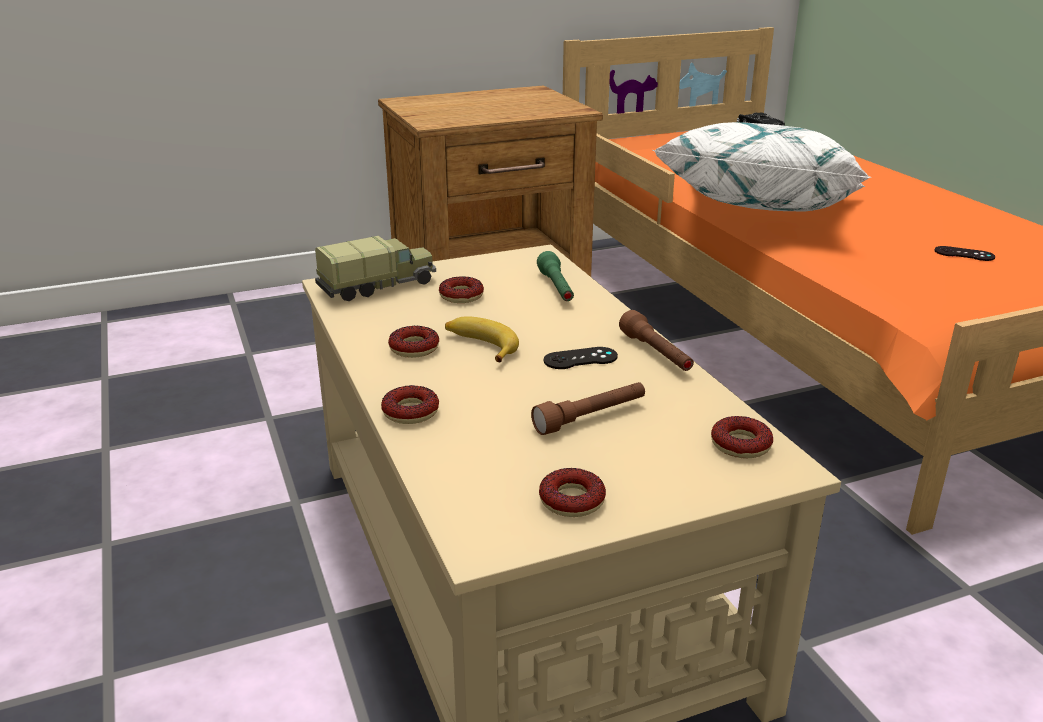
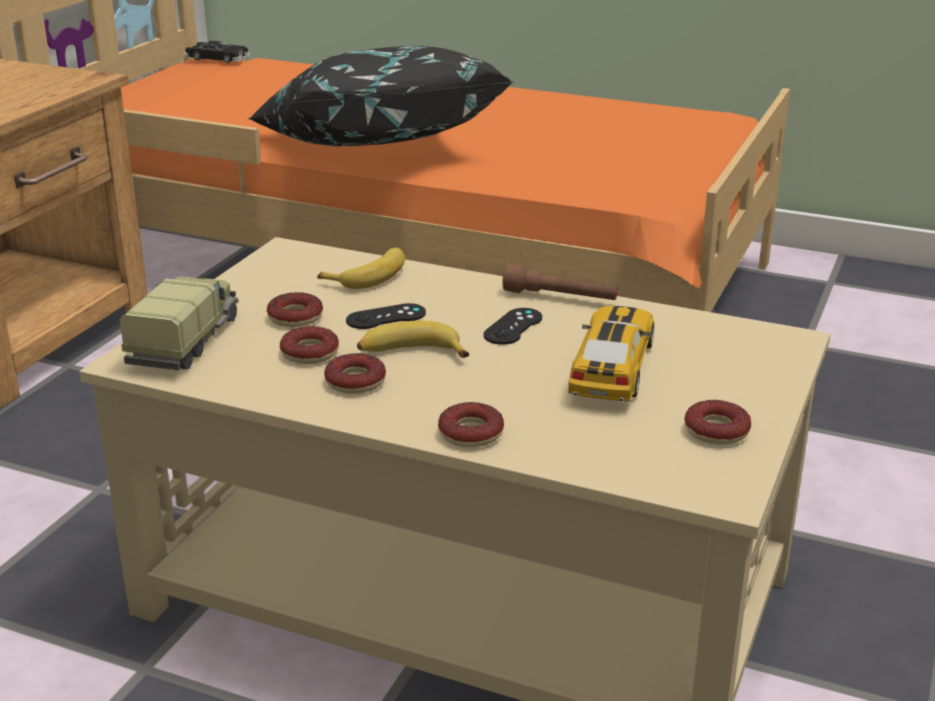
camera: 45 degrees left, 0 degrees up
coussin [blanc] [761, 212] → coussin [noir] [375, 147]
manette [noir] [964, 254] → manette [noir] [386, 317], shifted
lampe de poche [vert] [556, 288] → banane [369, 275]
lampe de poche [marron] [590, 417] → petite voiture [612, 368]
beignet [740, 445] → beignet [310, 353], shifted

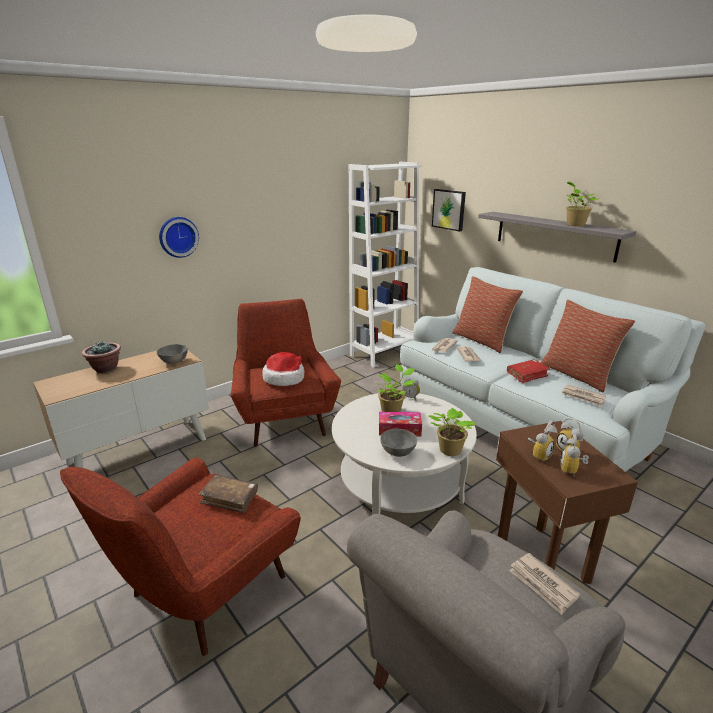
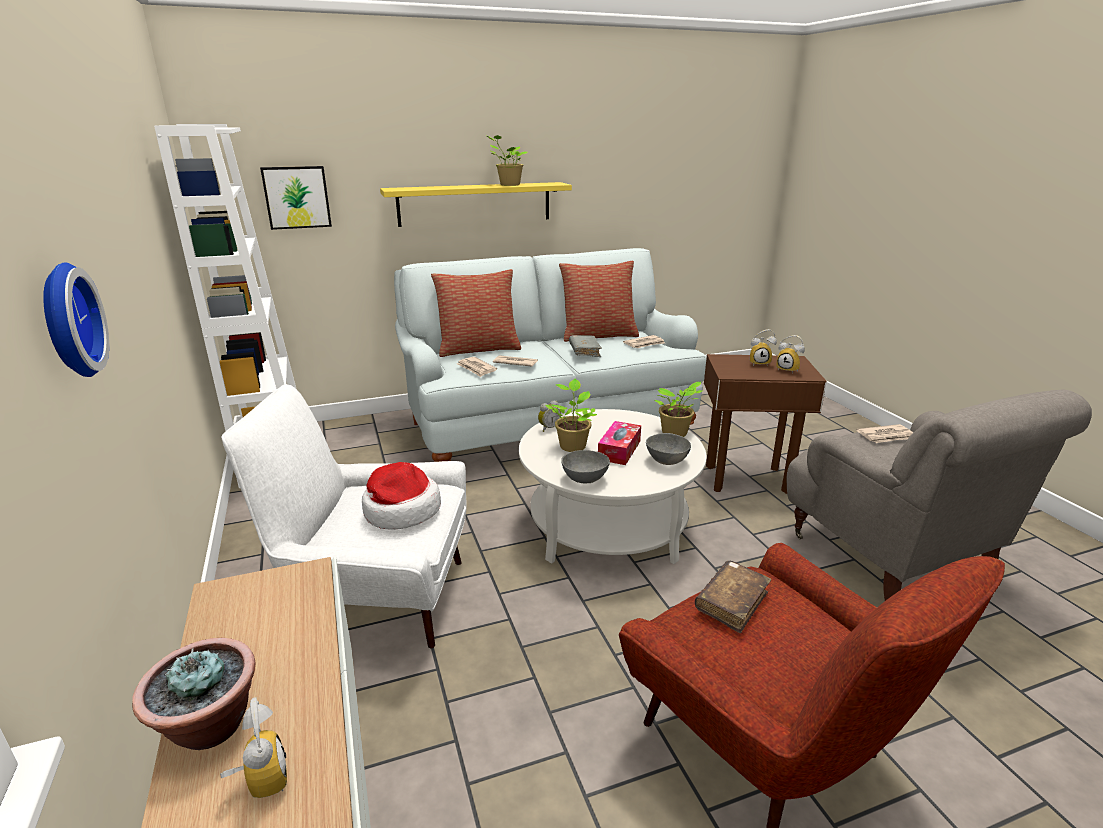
camera: 70 degrees left, 0 degrees up
étagère [gris] [554, 235] → étagère [jaune] [475, 204]
fauteuil [rouge] [284, 419] → fauteuil [blanc] [376, 597]
bol [gris] [173, 362] → bol [gris] [585, 479], shifted
livre [rouge] [527, 375] → livre [gris] [584, 351]
réveil [539, 454] → réveil [260, 781], shifted

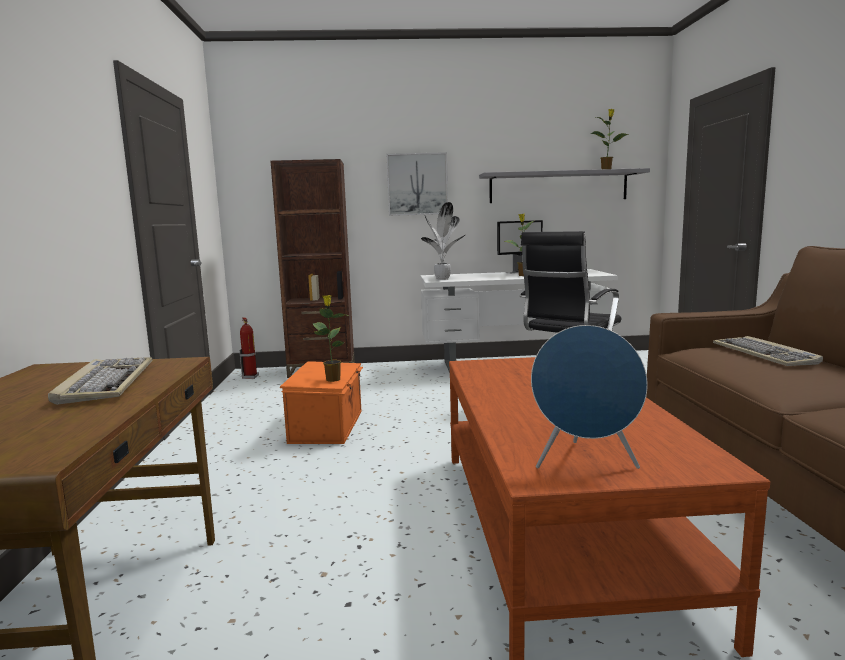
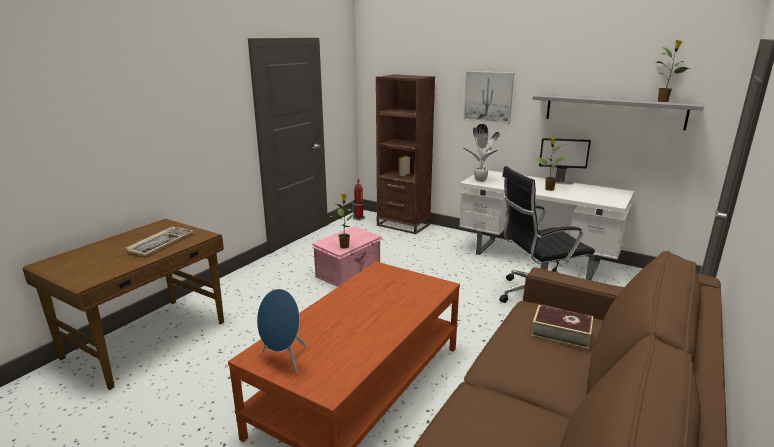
camera: 35 degrees right, 10 degrees up
clavier [765, 355] → livre [561, 333]
boîte de rangement [orange] [328, 426] → boîte de rangement [rose] [349, 272]

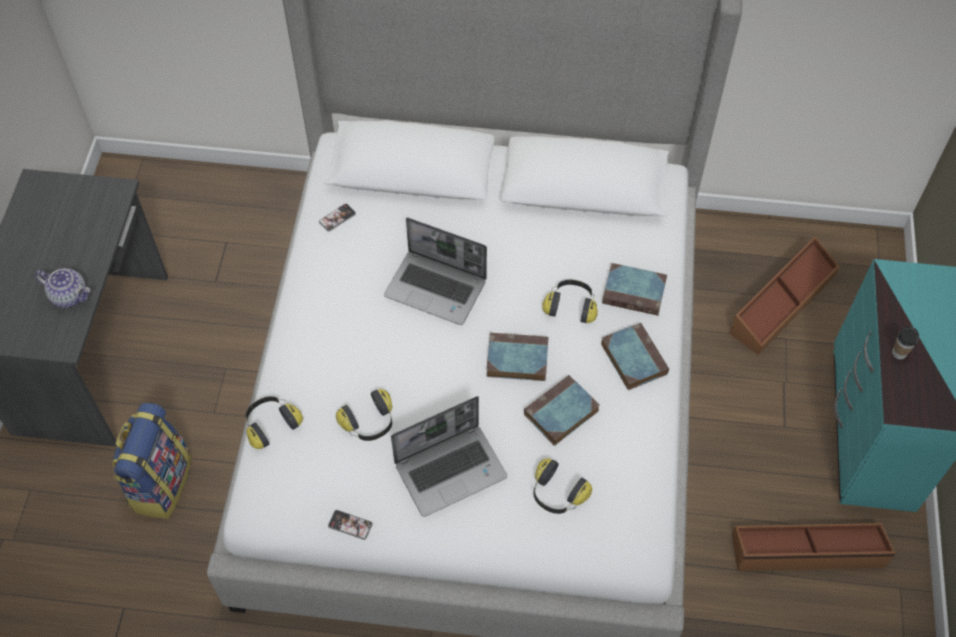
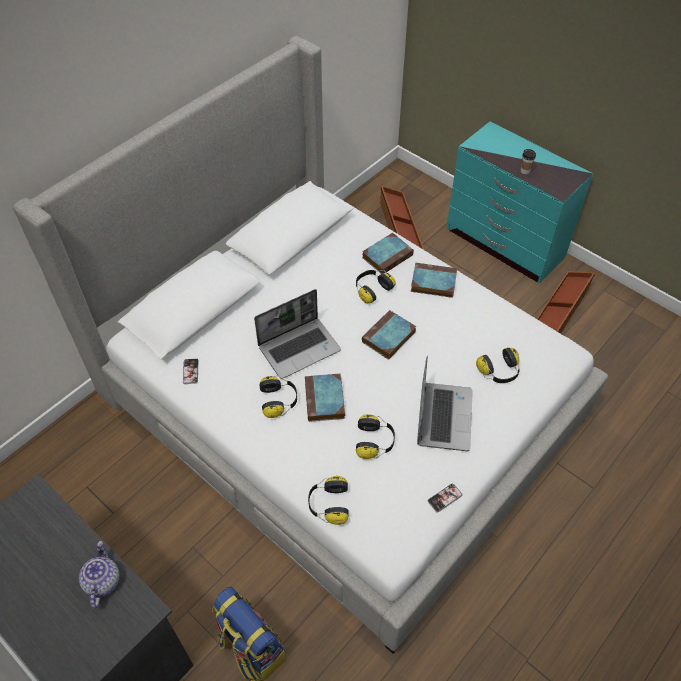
camera: 55 degrees left, 5 degrees down
théière [70, 295] → théière [102, 581], 60 degrees counterclockwise
livre [560, 414] → livre [325, 401], shifted
- → casque audio [279, 401]

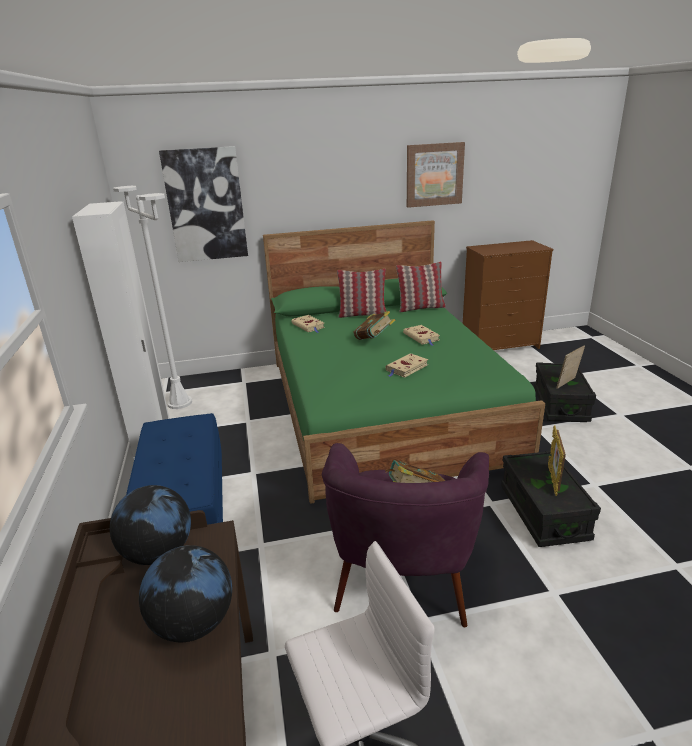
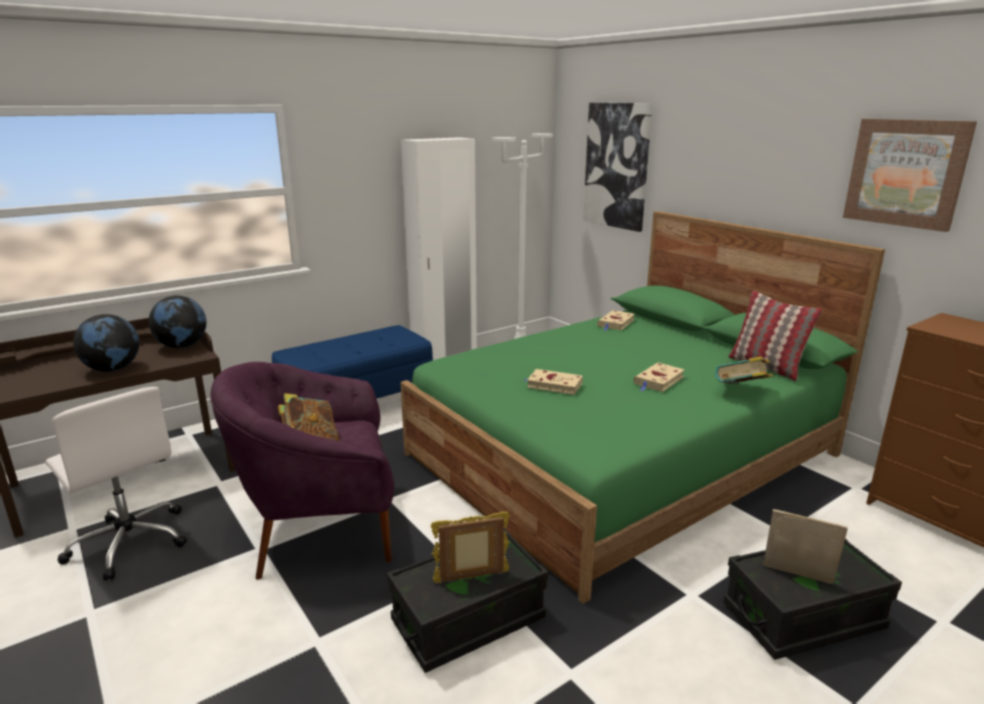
camera: 65 degrees right, 5 degrees down
coussin [362, 314] → -
livre [374, 340] → livre [741, 392], shifted

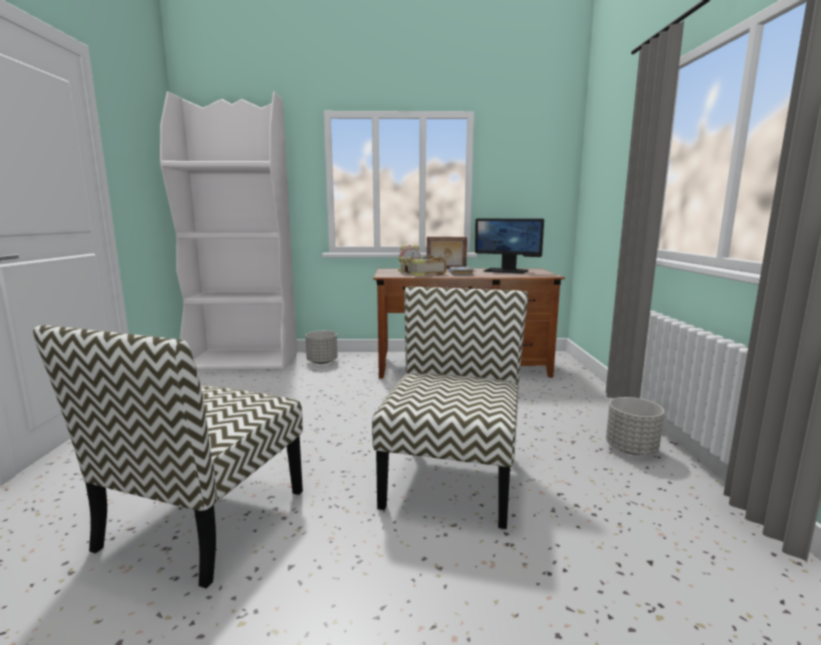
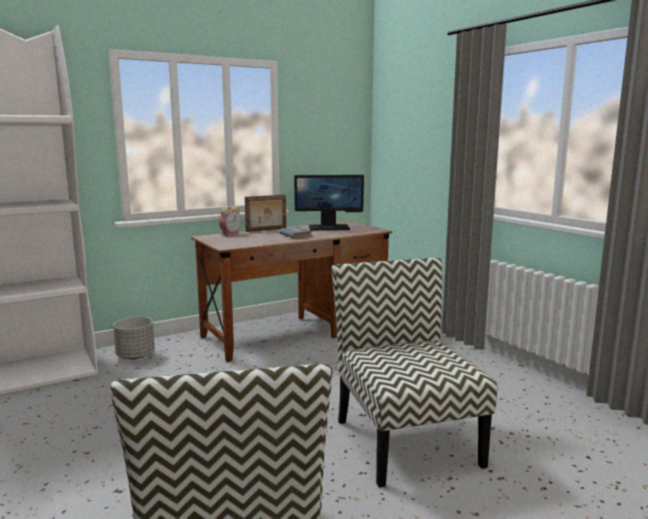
camera: 30 degrees left, 0 degrees up
livre [421, 273] → -
cache-pot [gris] [630, 449] → -

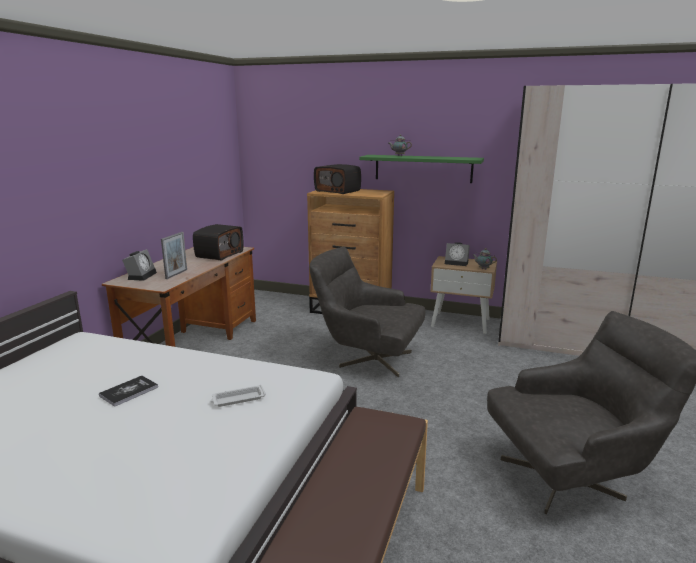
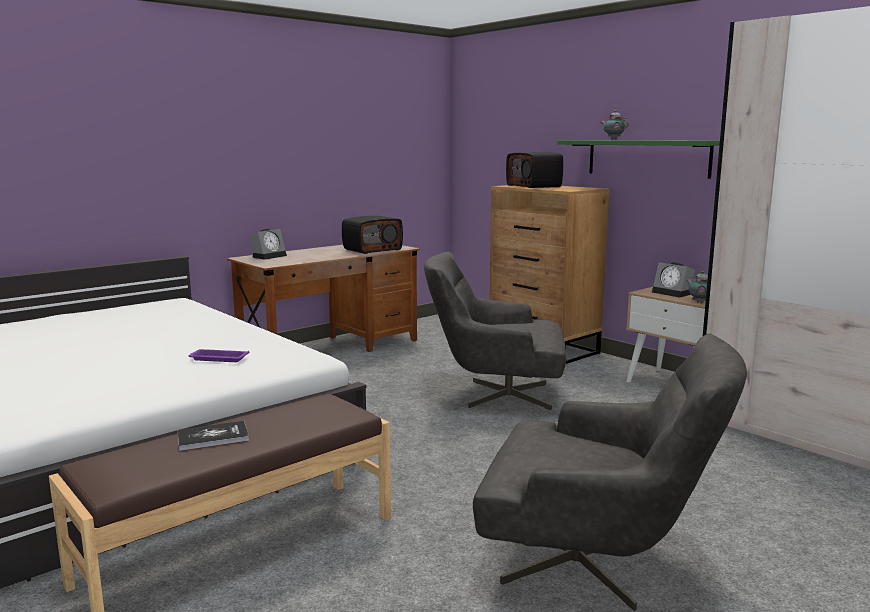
camera: 30 degrees right, 5 degrees down
cadre photo [176, 274] → -
fauteuil [gris] [366, 358] → fauteuil [gris] [495, 395], 45 degrees counterclockwise
livre [129, 391] → livre [213, 437], shifted
plateau [blanc] [237, 399] → plateau [violet] [218, 359]

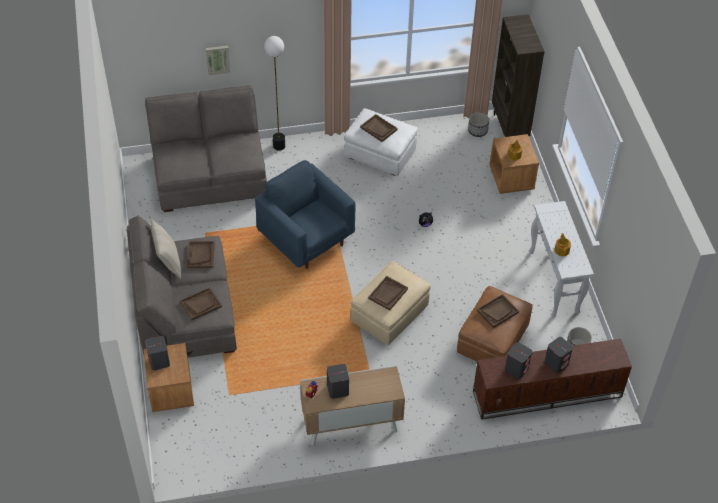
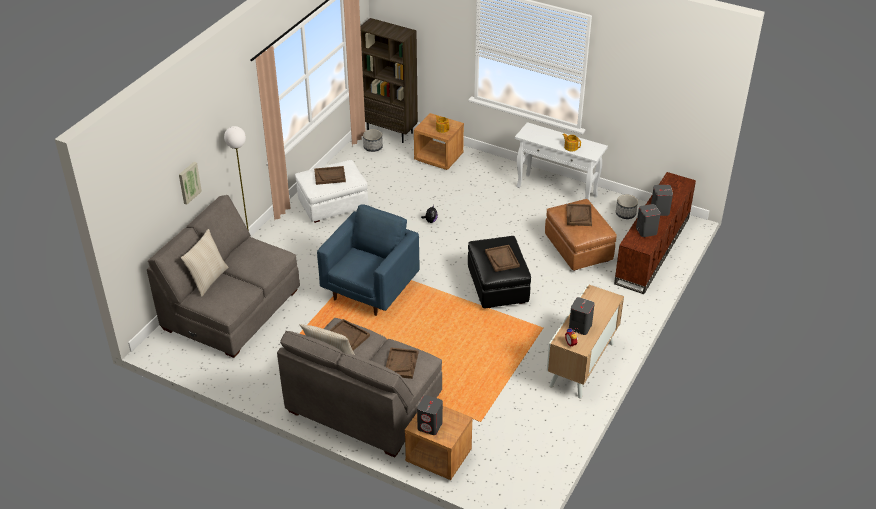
camera: 50 degrees left, 10 degrees down
fauteuil [bleu] [307, 240] → fauteuil [bleu] [370, 290], 120 degrees clockwise
pouf [beige] [390, 315] → pouf [noir] [498, 287]
- → coussin [beige] [208, 279]

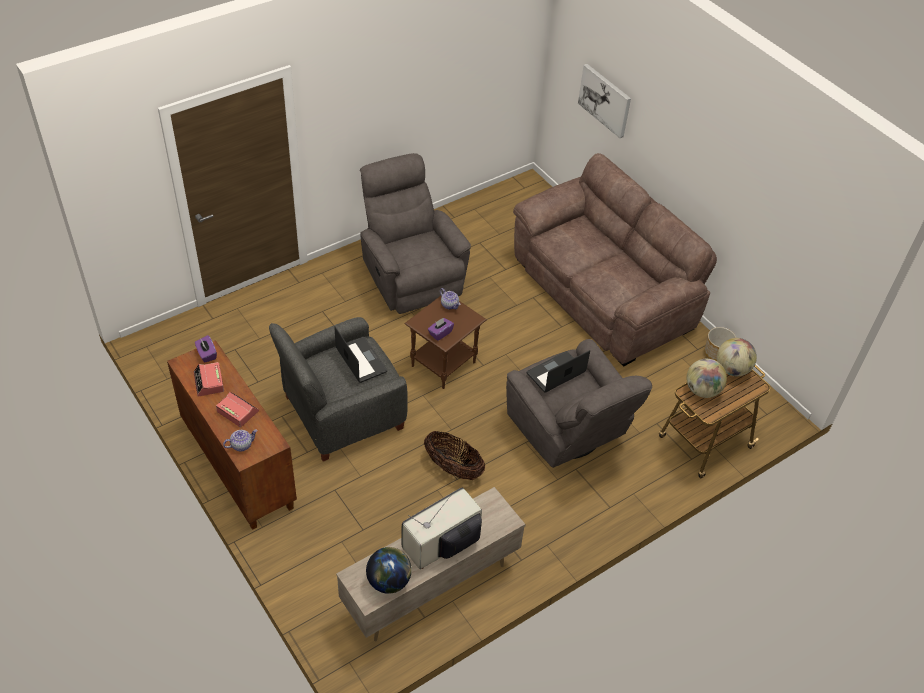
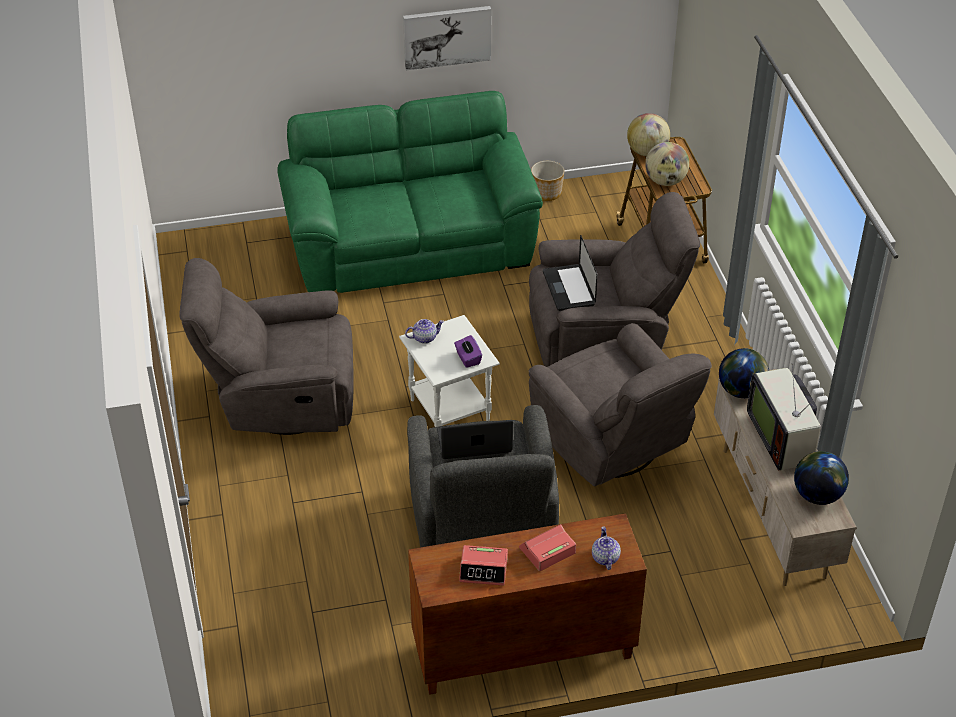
camera: 65 degrees left, 5 degrees down
tableau [605, 100] → tableau [447, 36], shifted
canapé [marron] [604, 292] → canapé [vert] [409, 243]
table d'appoint [marron] [444, 364] → table d'appoint [blanc] [449, 410]
boîte à mouchoirs [violet] [206, 354] → -
panier [453, 468] → fauteuil [gris] [612, 447]
- → globe [741, 391]

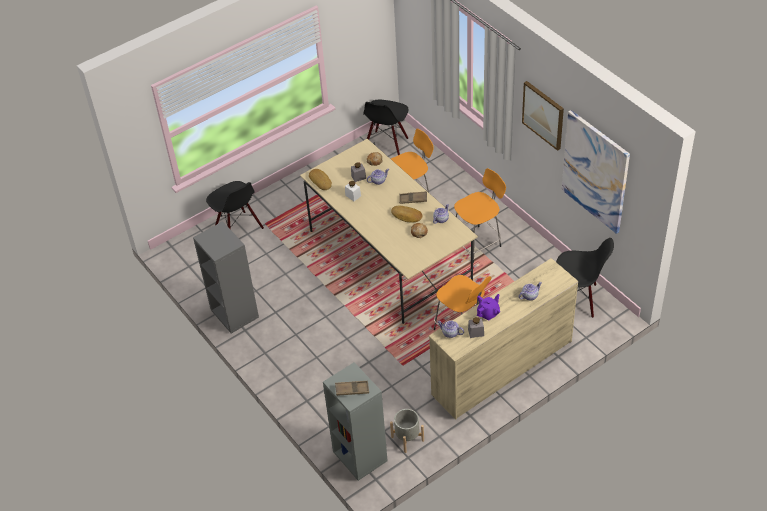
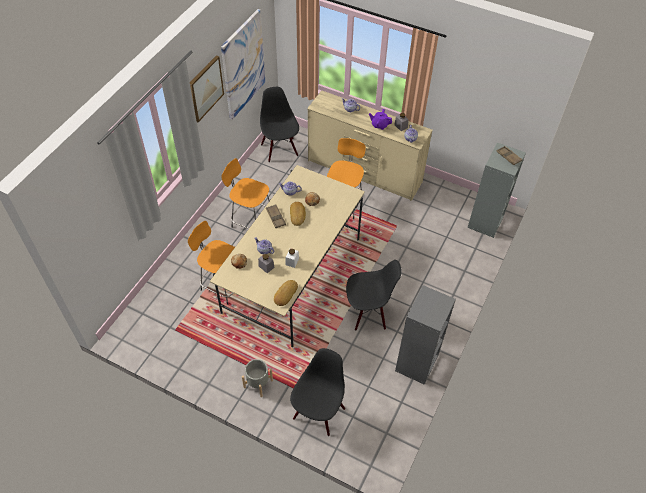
camera: 120 degrees left, 5 degrees up
chaise [noir] [386, 144] → chaise [noir] [368, 313], shifted
cache-pot [gris] [407, 439] → cache-pot [gris] [258, 383], shifted

